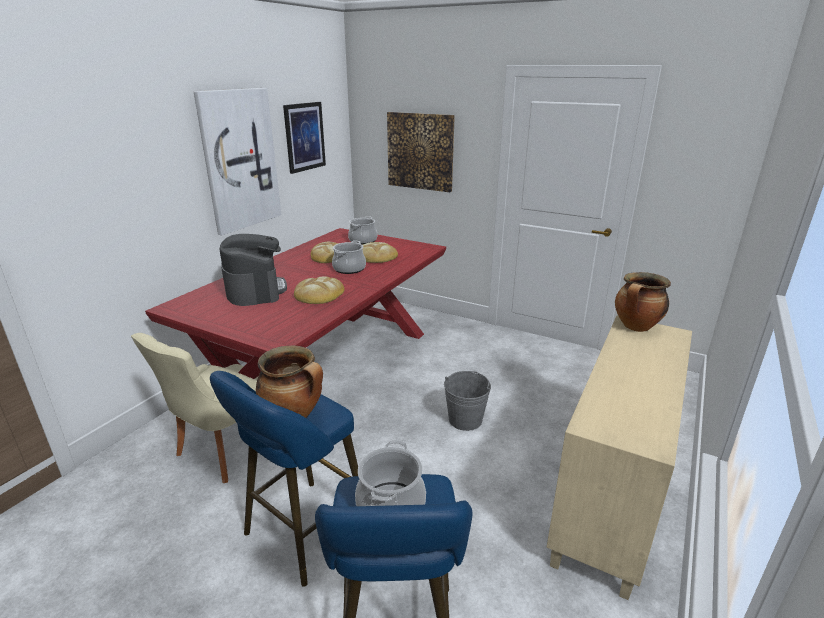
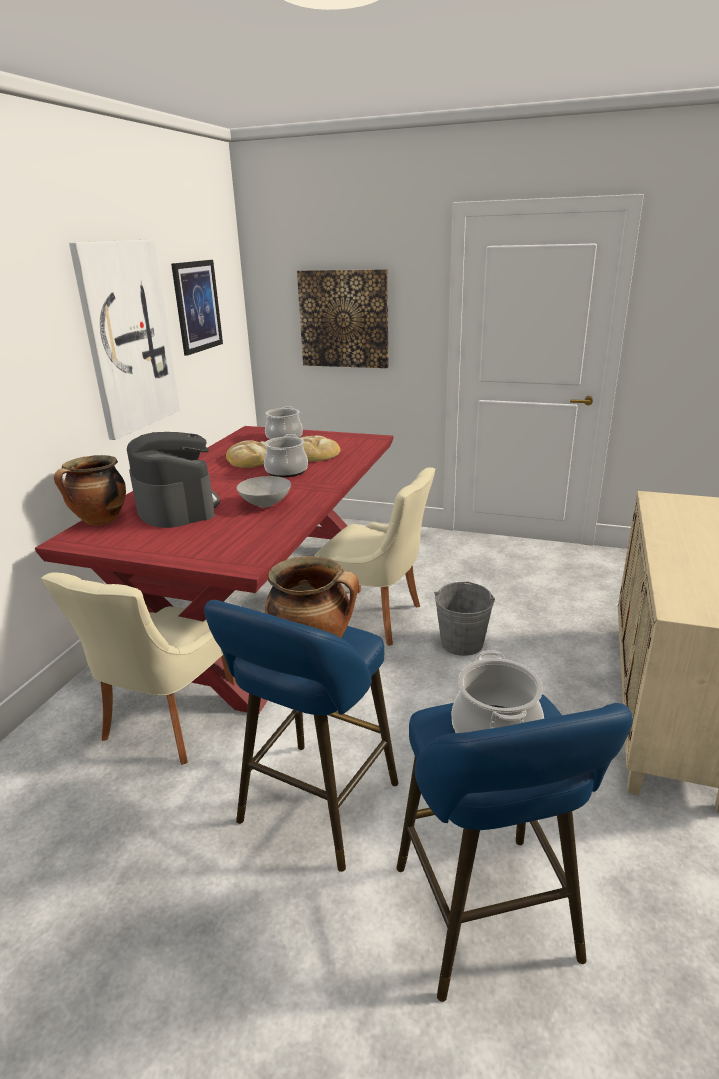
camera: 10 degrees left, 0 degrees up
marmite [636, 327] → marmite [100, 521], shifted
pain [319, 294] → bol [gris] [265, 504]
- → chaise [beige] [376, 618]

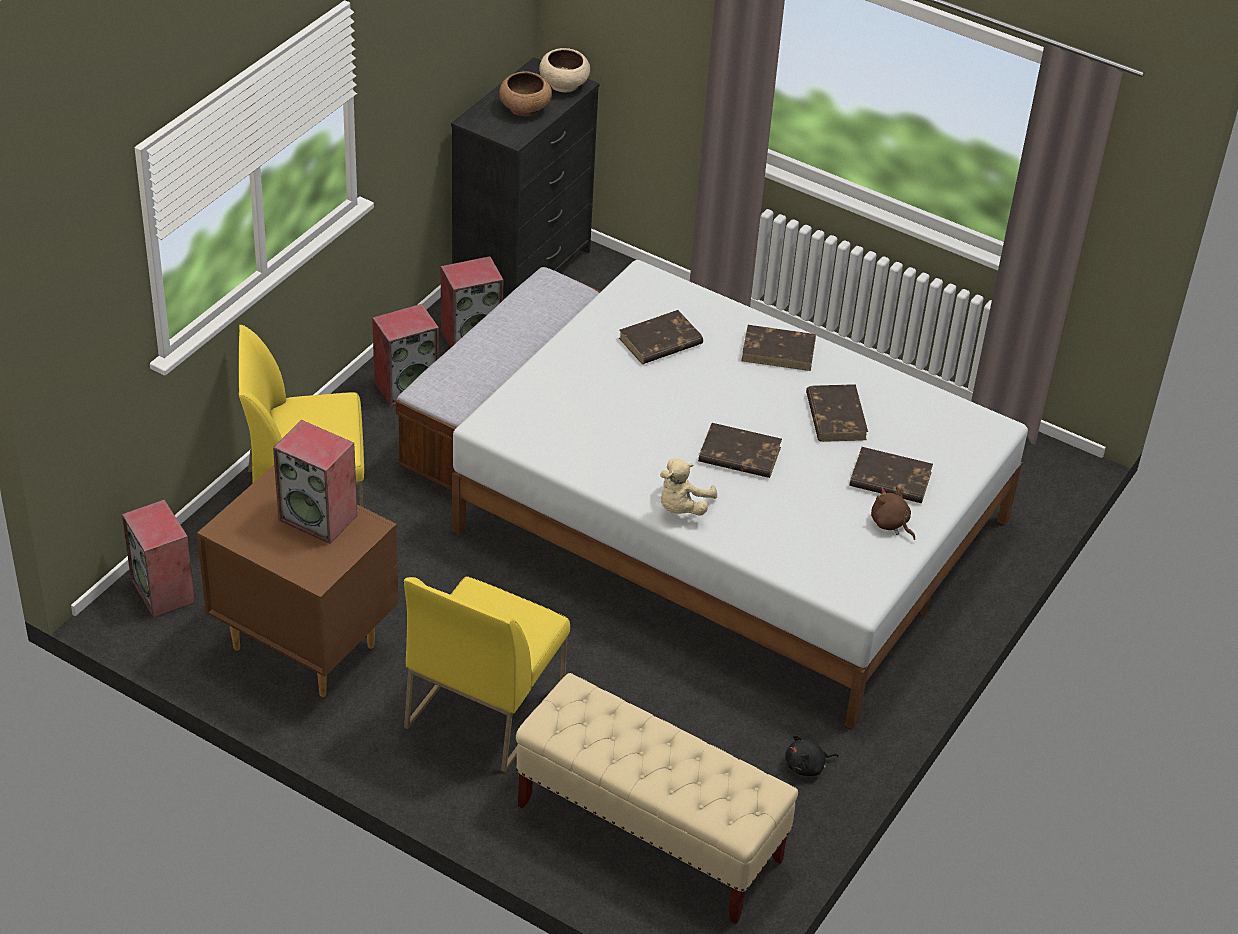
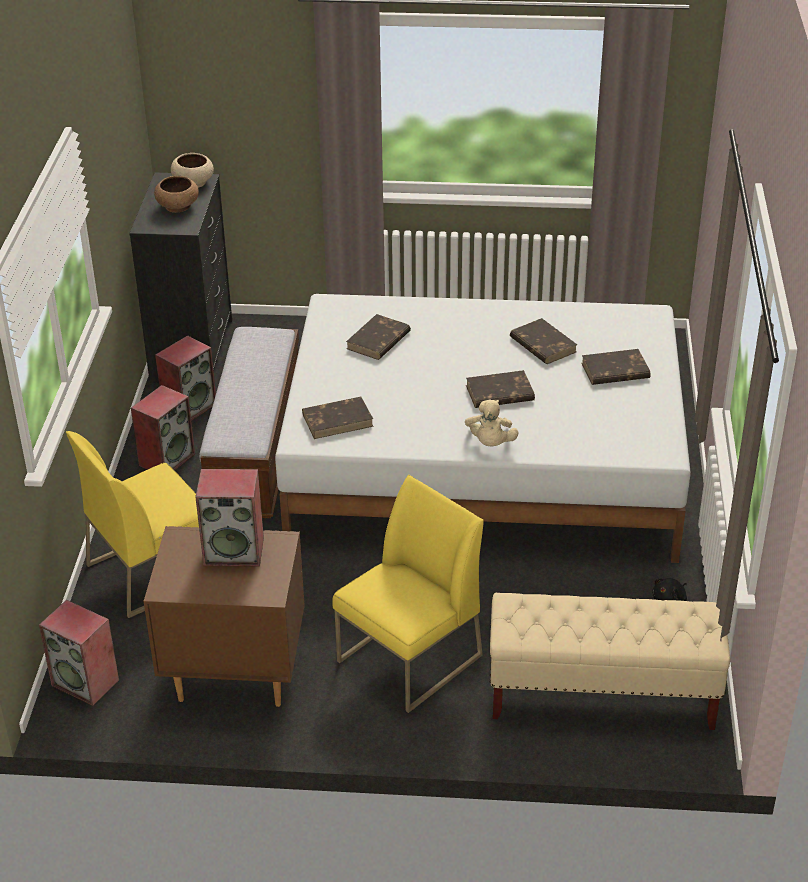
camera: 25 degrees left, 5 degrees down
livre [marron] [779, 350] → livre [marron] [338, 420], shifted
peluche [marron] [891, 524] → -
chaise [jaune] [484, 707] → chaise [jaune] [409, 659], 135 degrees counterclockwise

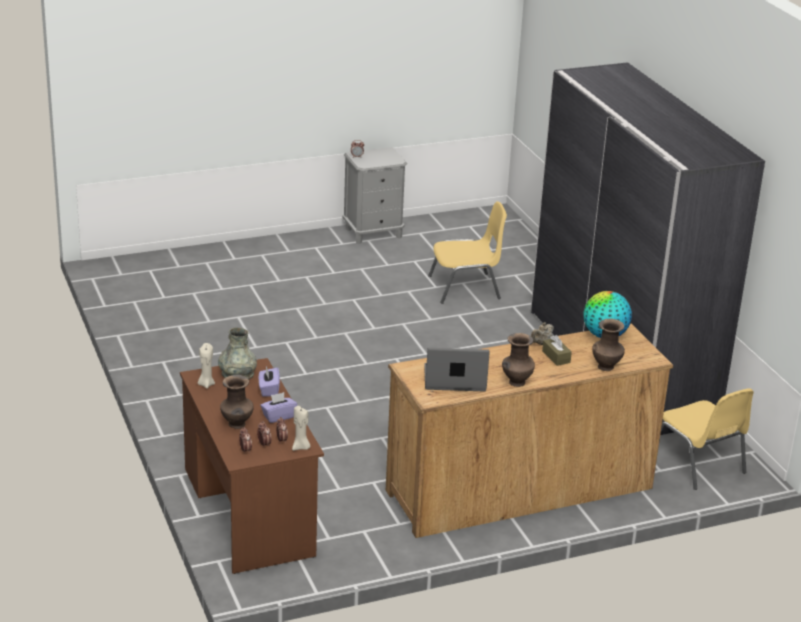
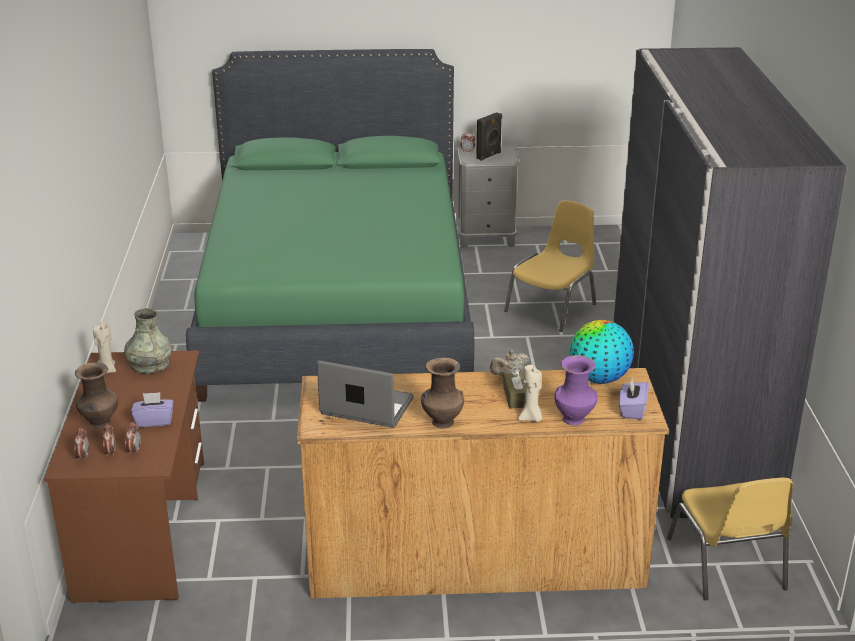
camera: 20 degrees right, 0 degrees up
chaise [jaune] [465, 288] → chaise [jaune] [552, 308], 60 degrees counterclockwise
vase [marron] [606, 367] → vase [violet] [574, 419]
boîte à mouchoirs [violet] [269, 390] → boîte à mouchoirs [violet] [632, 410], shifted
bougie [beige] [301, 447] → bougie [beige] [531, 418], shifted
- → lit [vert] [337, 306]
- → enceinte [noir] [489, 156]

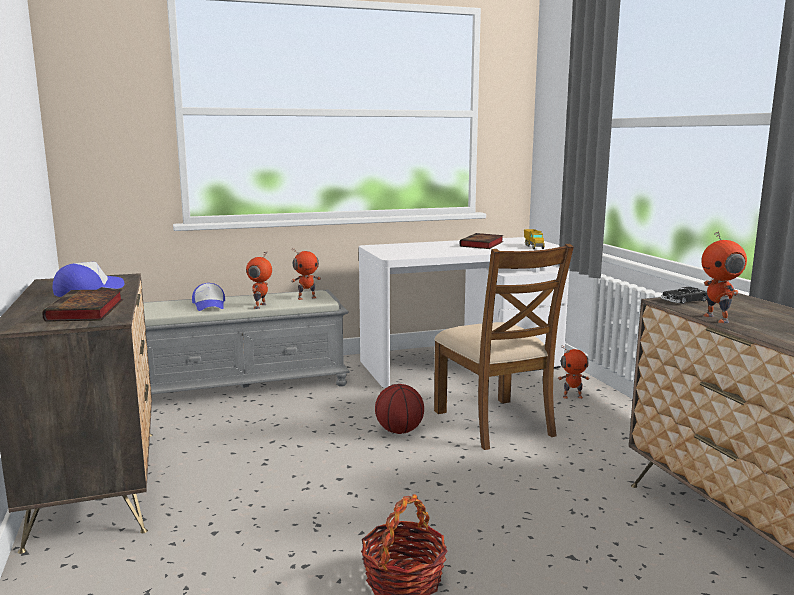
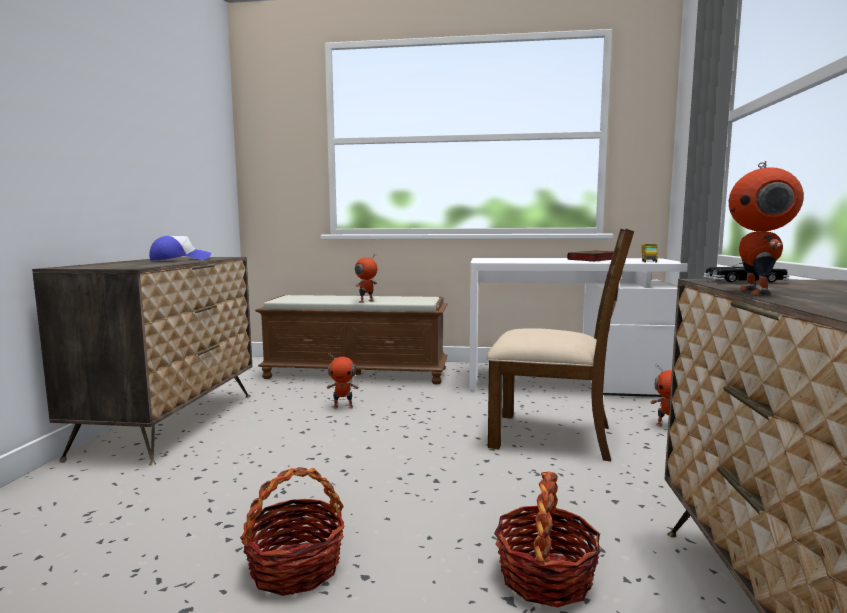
camera: 25 degrees right, 5 degrees down
chaise [marron] [495, 423] → chaise [marron] [553, 436], 75 degrees counterclockwise
robot jouet [306, 298] → robot jouet [343, 406], shifted
casquette [209, 305] → -
livre [86, 311] → -
banc [gris] [244, 385] → banc [marron] [358, 373]
ballon de basket [399, 431] → -
- → panier [545, 577]

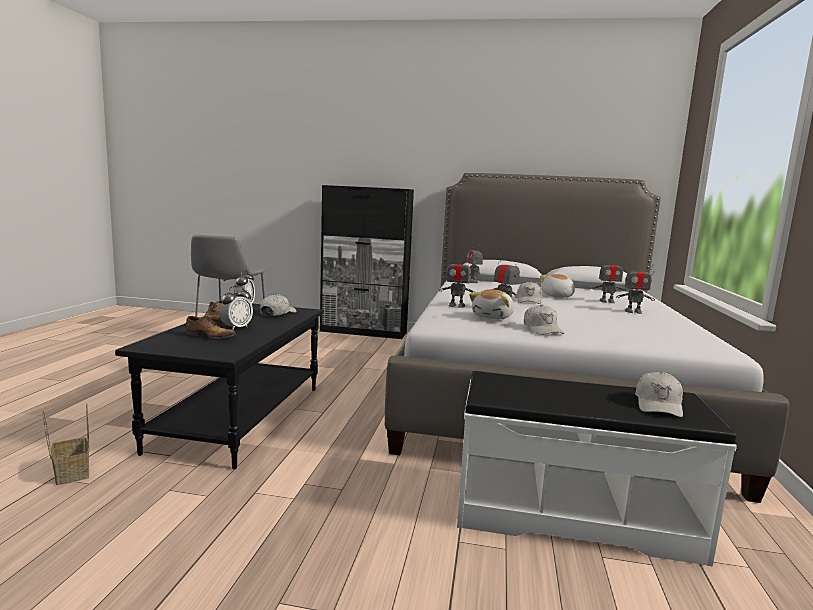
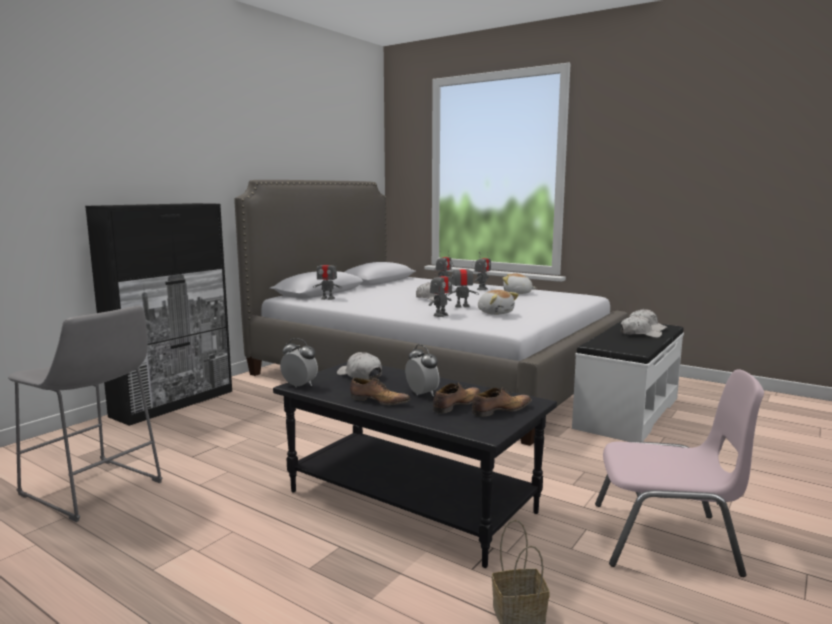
camera: 65 degrees left, 0 degrees up
peluche [557, 296] → peluche [517, 293], shifted
casquette [blanc] [542, 329] → casquette [blanc] [639, 334], shifted
- → chaise [rose] [666, 539]
- → chaussure [500, 411]

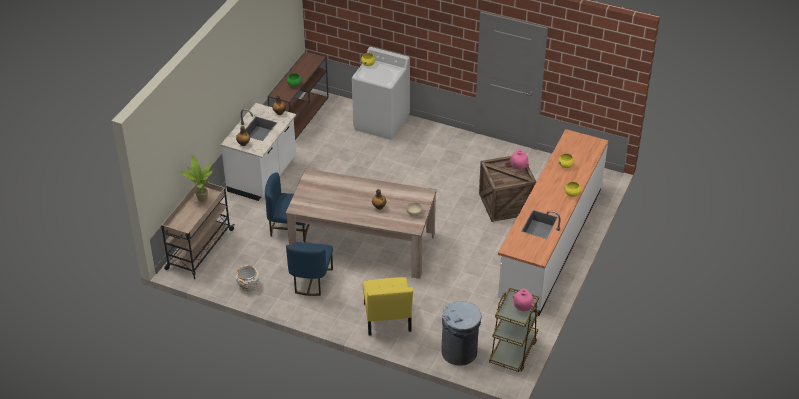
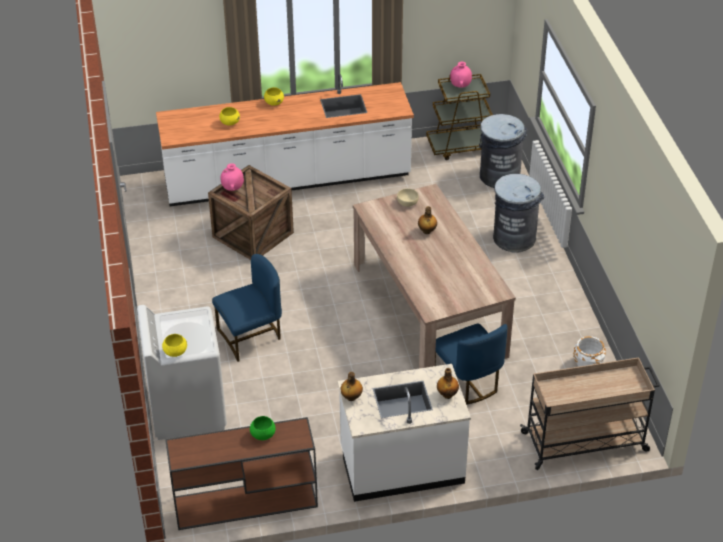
camera: 125 degrees left, 0 degrees up
plante en pot [201, 199] → -
chaise [bleu] [310, 281] → chaise [bleu] [250, 337], shifted
chaise [jaune] [387, 320] → poubelle [gris] [514, 238]

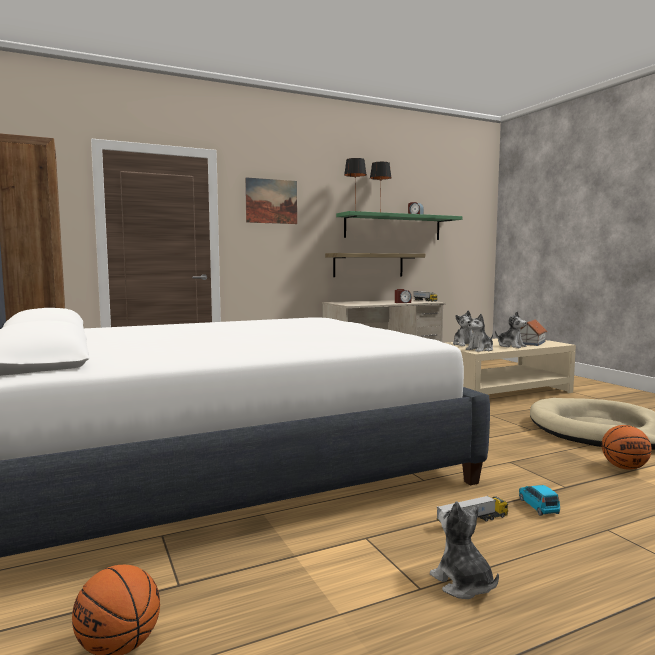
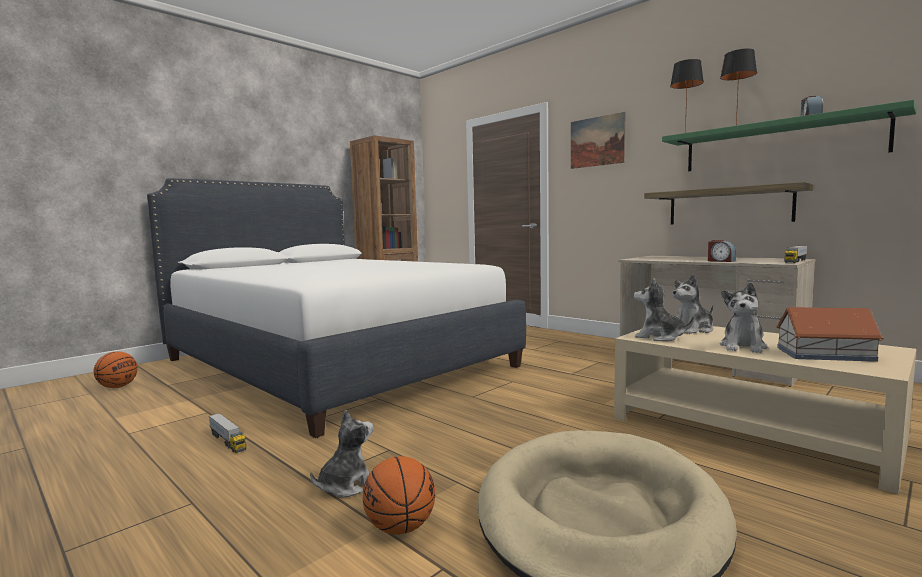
camera: 70 degrees right, 0 degrees up
petite voiture [bleu] [538, 506] → -
peluche [463, 584] → peluche [346, 485], shifted

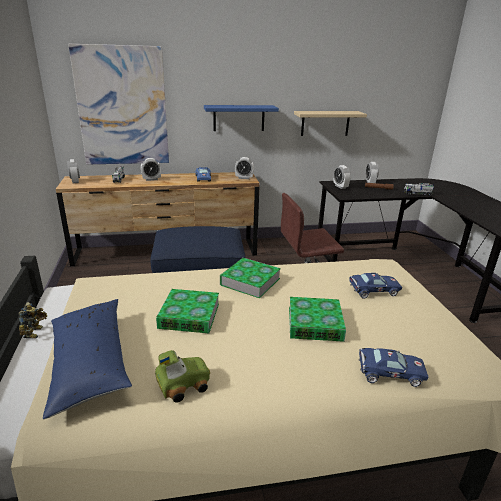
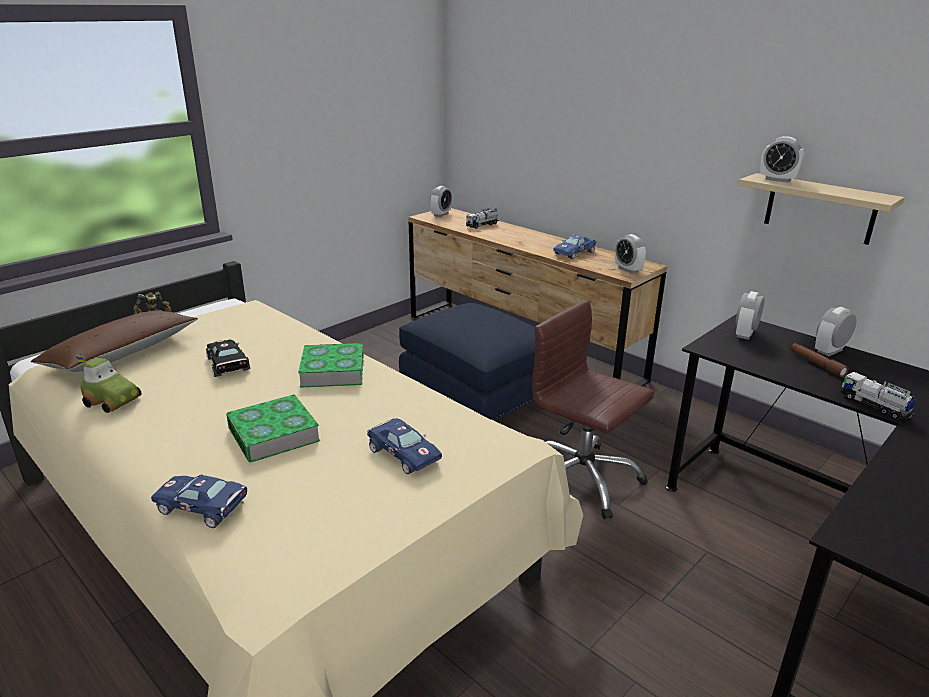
camera: 55 degrees right, 0 degrees up
tableau [122, 107] → -
étagère [bleu] [239, 118] → -
réveil [151, 179] → réveil [778, 180], shifted
livre [189, 316] → petite voiture [noir] [228, 365]
coussin [bleu] [89, 363] → coussin [marron] [121, 354]
petite voiture [bleu] [387, 373] → petite voiture [bleu] [204, 508], 135 degrees clockwise

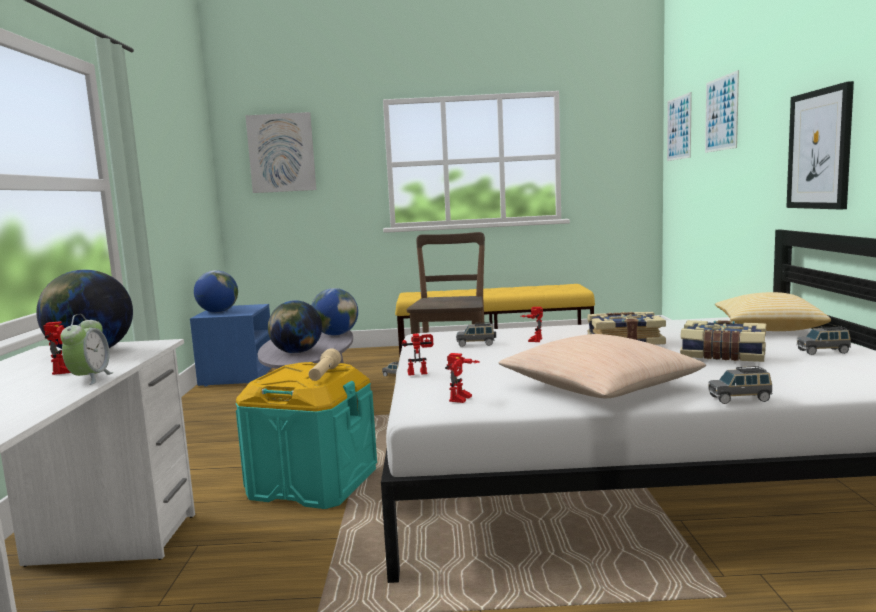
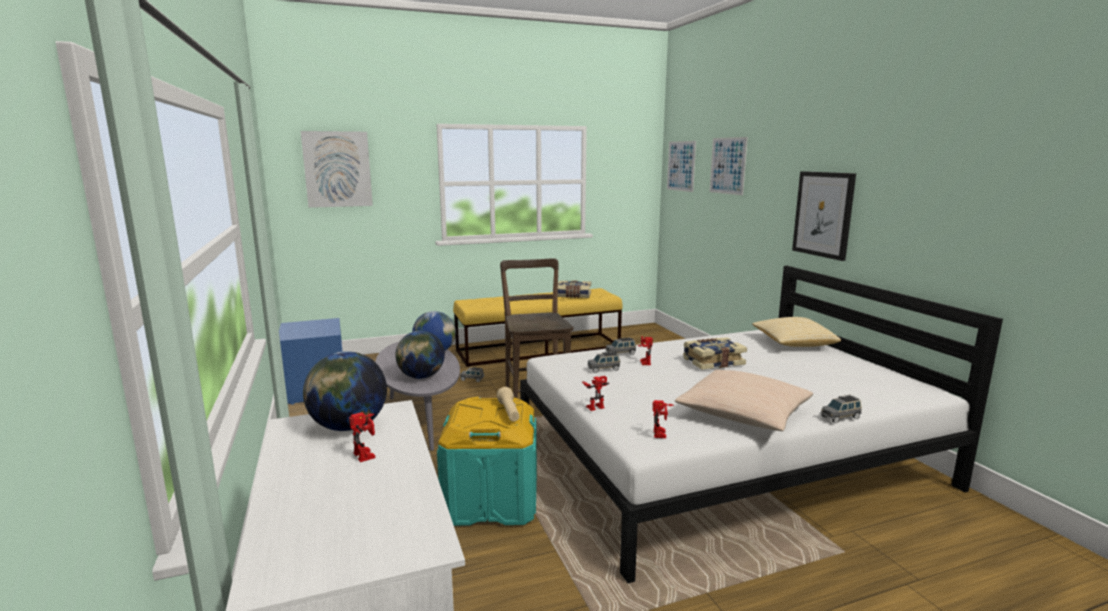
camera: 20 degrees left, 5 degrees up
globe [218, 312] → -
réveil [90, 379] → -
livre [722, 355] → livre [573, 295], shifted
petite voiture [gris] [823, 351] → petite voiture [gris] [621, 354], shifted

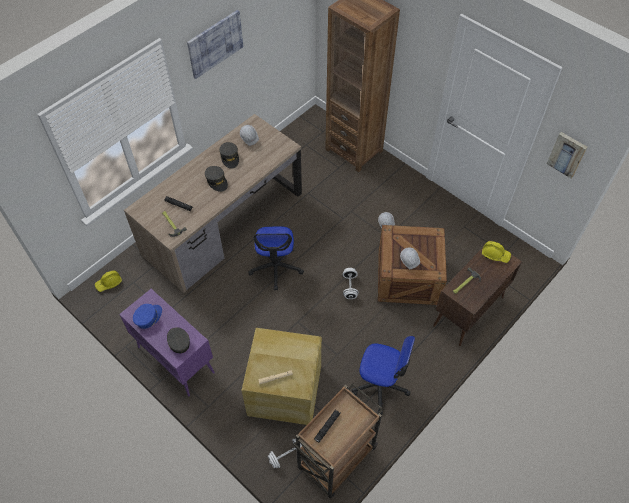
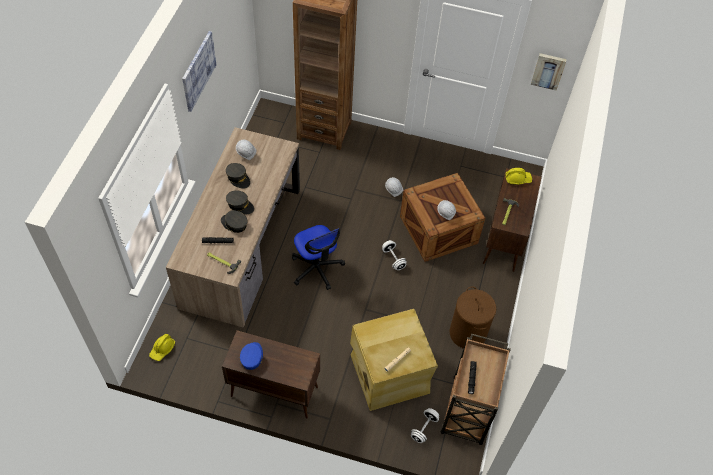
camera: 30 degrees left, 0 degrees up
meuble de rangement [violet] [175, 359] → meuble de rangement [marron] [273, 391]
casquette [gris] [178, 341] → casquette [gris] [234, 224], shifted
chaise de bureau [380, 385] → panier à linge [marron] [468, 333]

